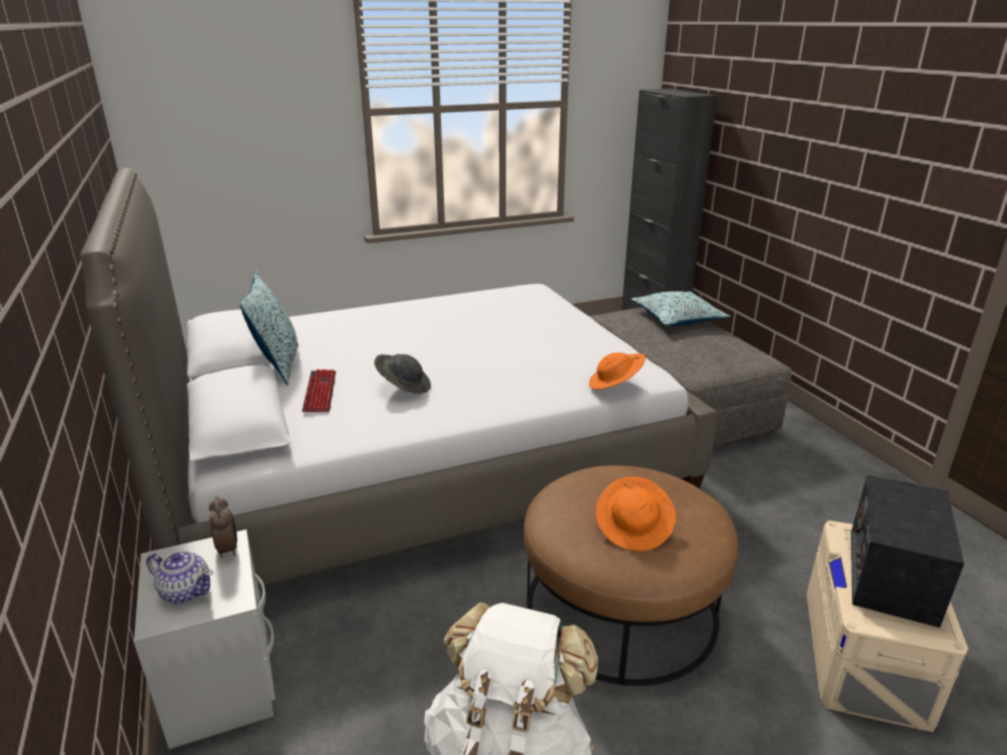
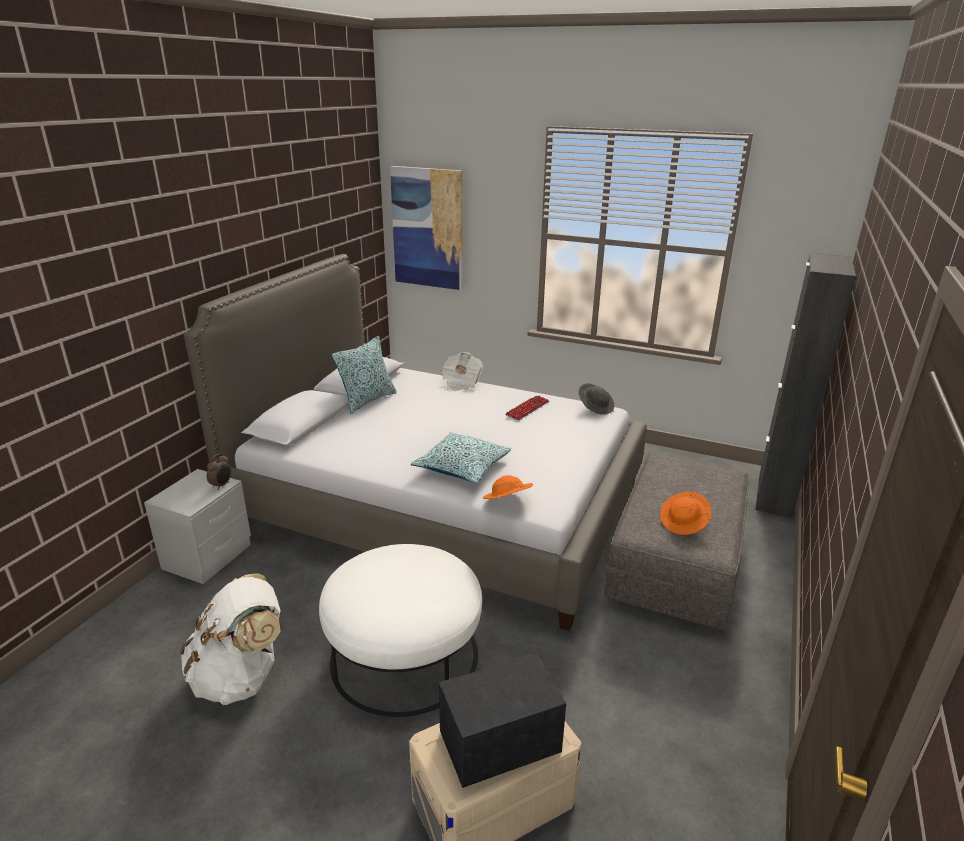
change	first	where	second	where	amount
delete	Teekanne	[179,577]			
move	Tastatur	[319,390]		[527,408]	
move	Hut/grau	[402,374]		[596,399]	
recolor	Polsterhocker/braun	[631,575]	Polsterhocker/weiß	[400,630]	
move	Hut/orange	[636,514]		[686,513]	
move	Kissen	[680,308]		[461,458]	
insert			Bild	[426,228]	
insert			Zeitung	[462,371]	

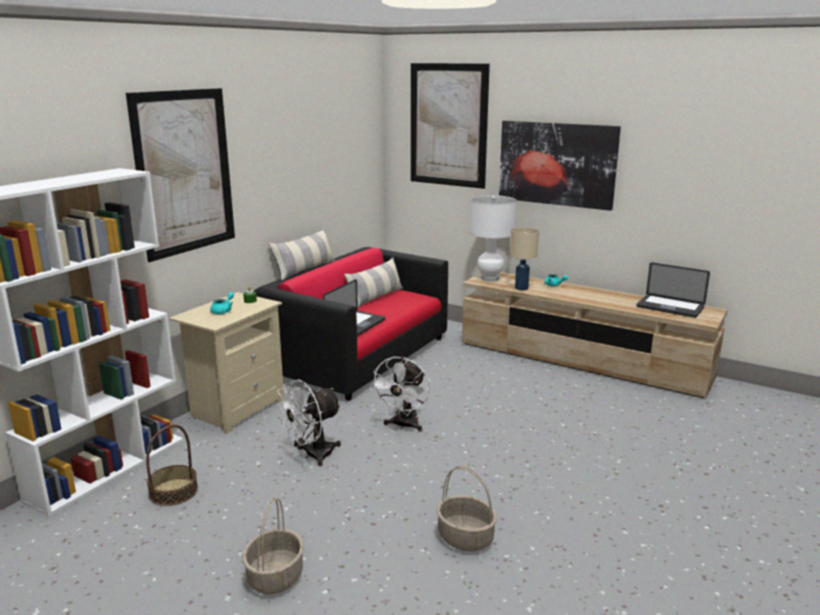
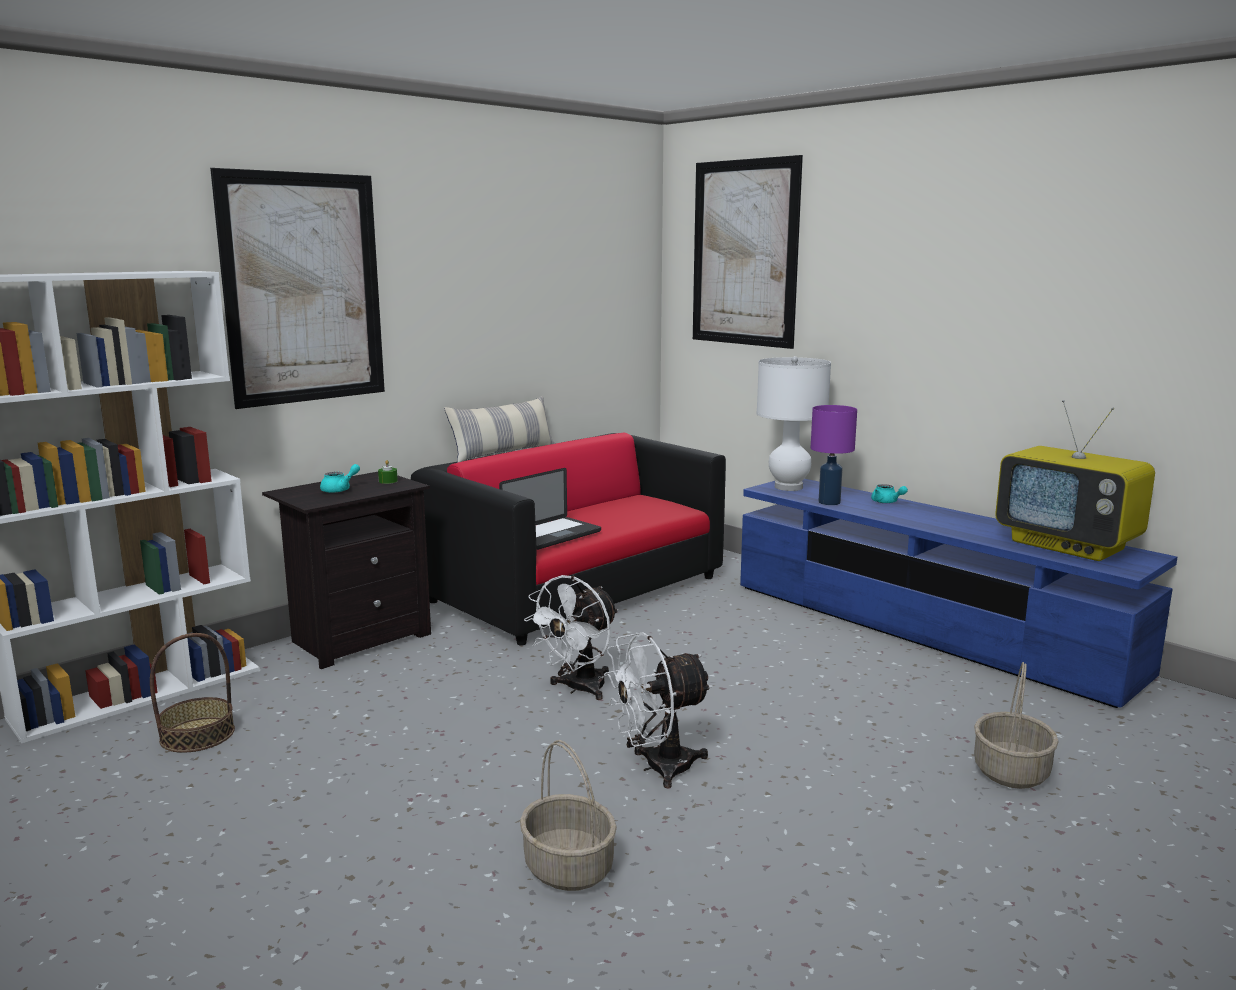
change	first	where	second	where	amount
recolor	Nachttisch/beige	[226,363]	Nachttisch/schwarz	[346,570]	
move	Korb	[273,546]		[1016,725]	
move	Ventilator/weiß	[309,423]		[658,710]	
delete	Kissen	[373,282]			
recolor	Fernsehschrank/beige	[595,335]	Fernsehschrank/blau	[958,593]	
delete	Bild	[560,166]			
recolor	Tischlampe/beige	[524,258]	Tischlampe/lila	[834,455]	
replace	Laptop	[673,290]	Fernseher	[1075,480]	

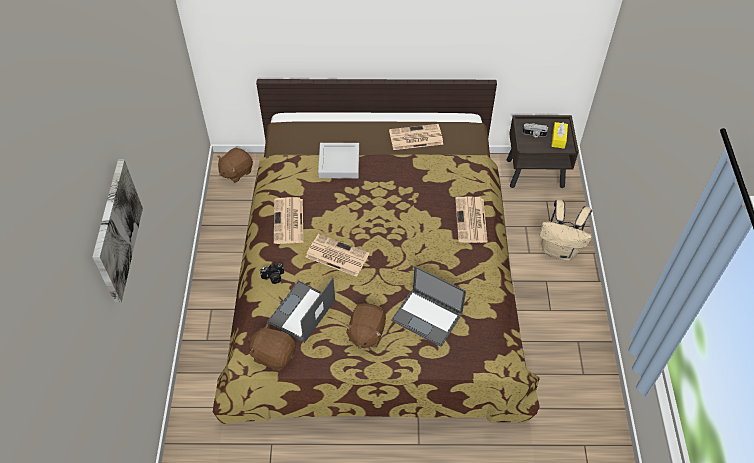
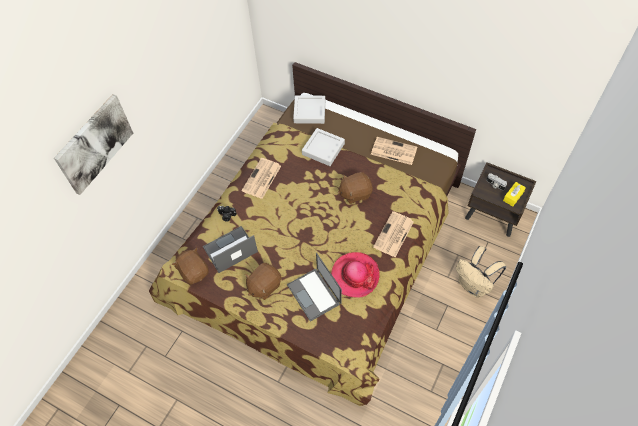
change	first	where	second	where	amount
move	Plüschtier/braun	[235,165]		[355,188]	
delete	Zeitung	[337,255]			
insert			Tablett/grau	[309,109]	
insert			Hut	[355,275]	

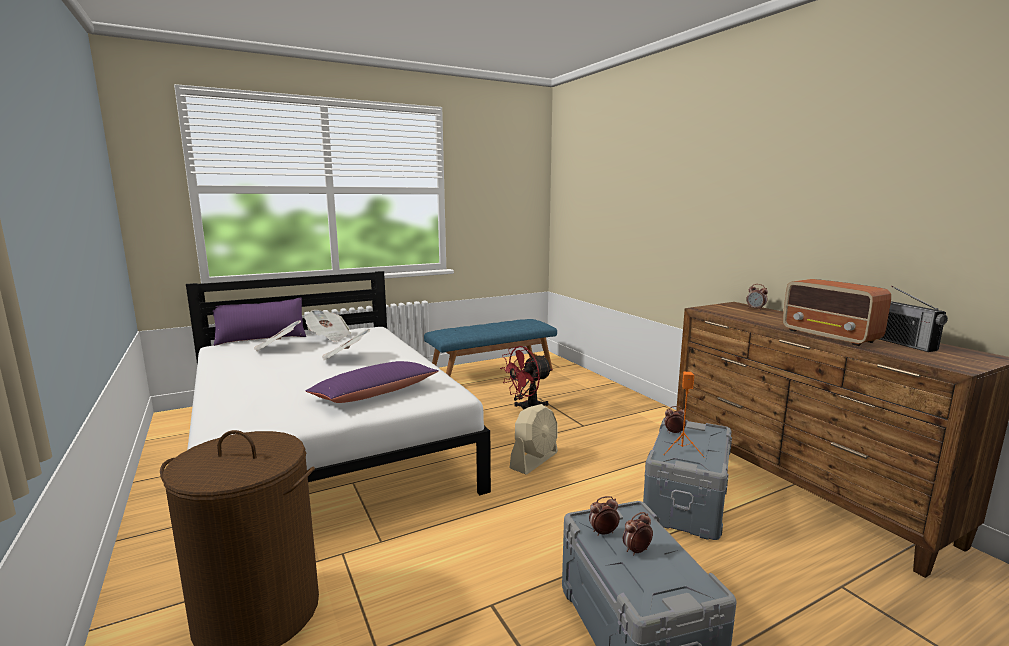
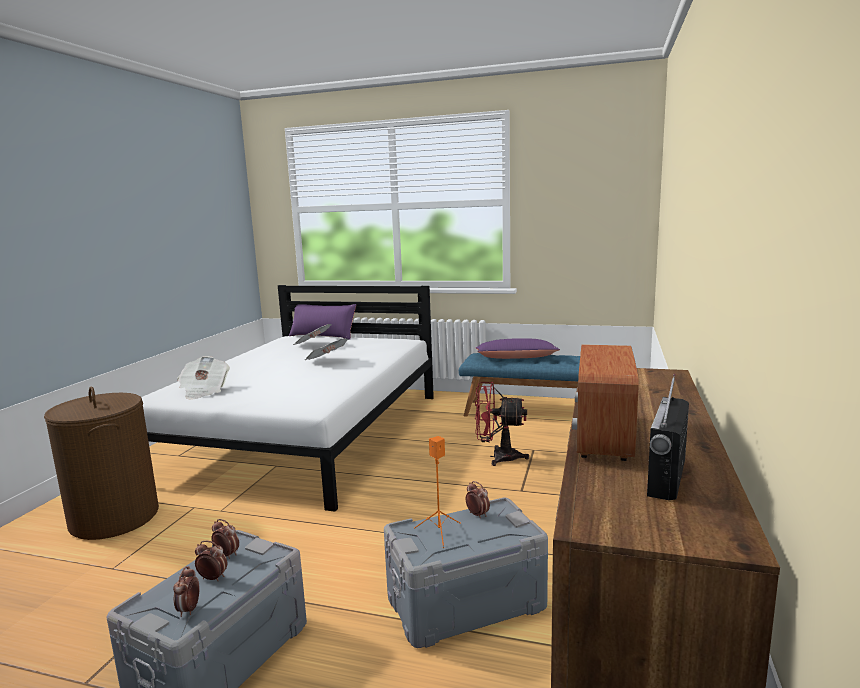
change	first	where	second	where	amount
move	Zeitung	[327,326]		[203,378]	
move	Kissen/lila	[372,382]		[518,348]	
delete	Ventilator/beige	[534,439]			
move	Wecker	[757,297]		[186,591]	

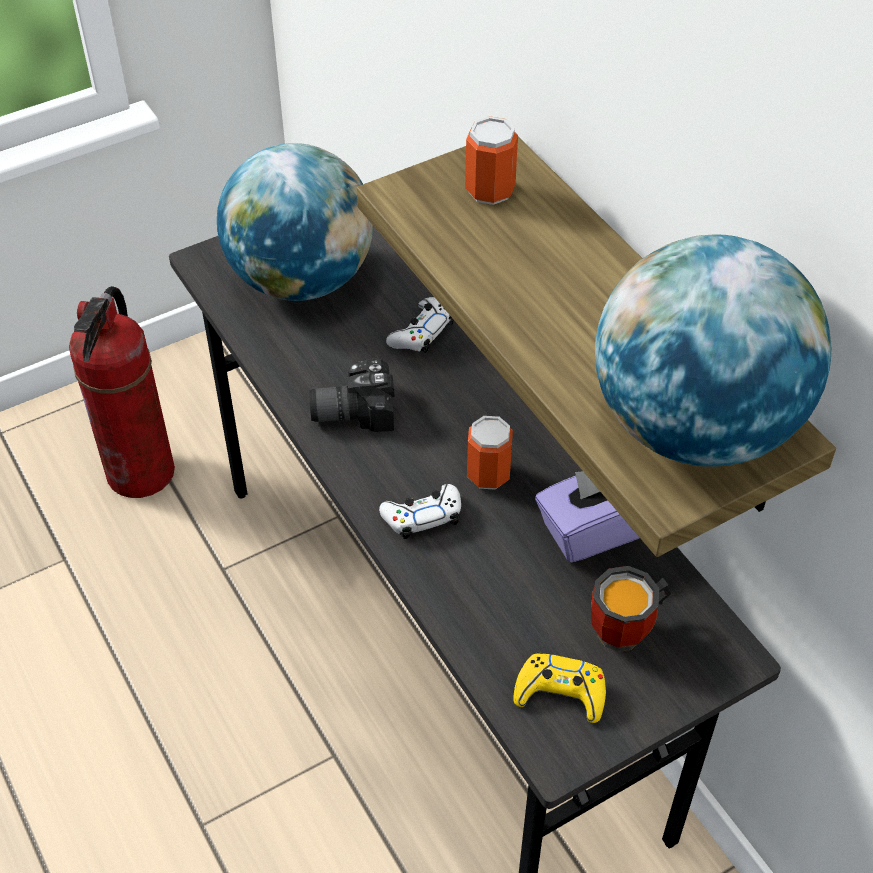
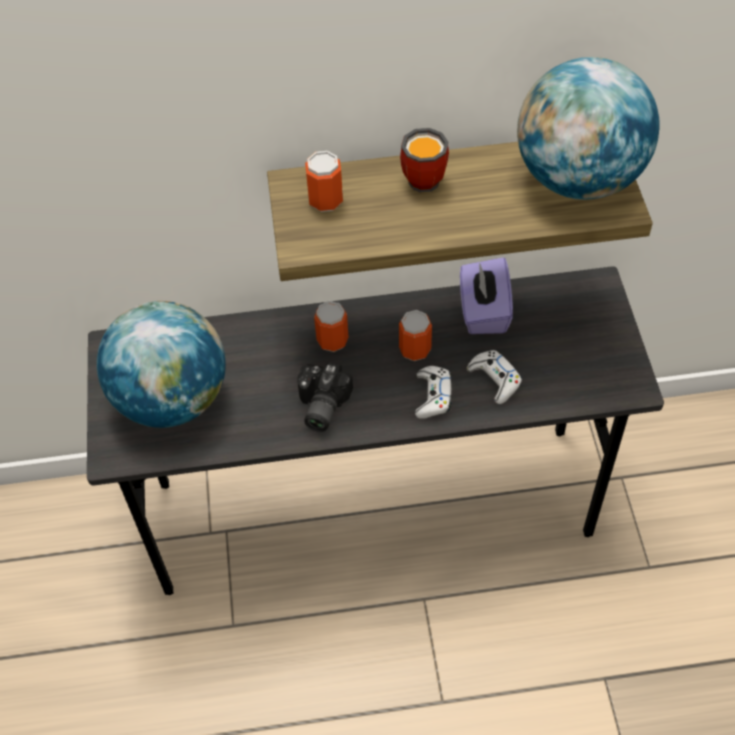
change	first	where	second	where	amount
delete	Feuerlöscher	[122,392]			
move	Gamepad/weiß	[420,325]		[494,377]	
delete	Gamepad/gelb	[559,687]			
move	Henkelbecher	[631,609]		[424,160]	
insert			Dose	[331,326]	

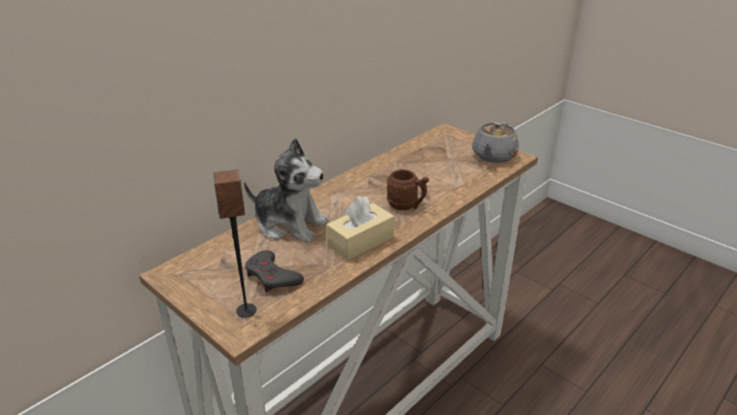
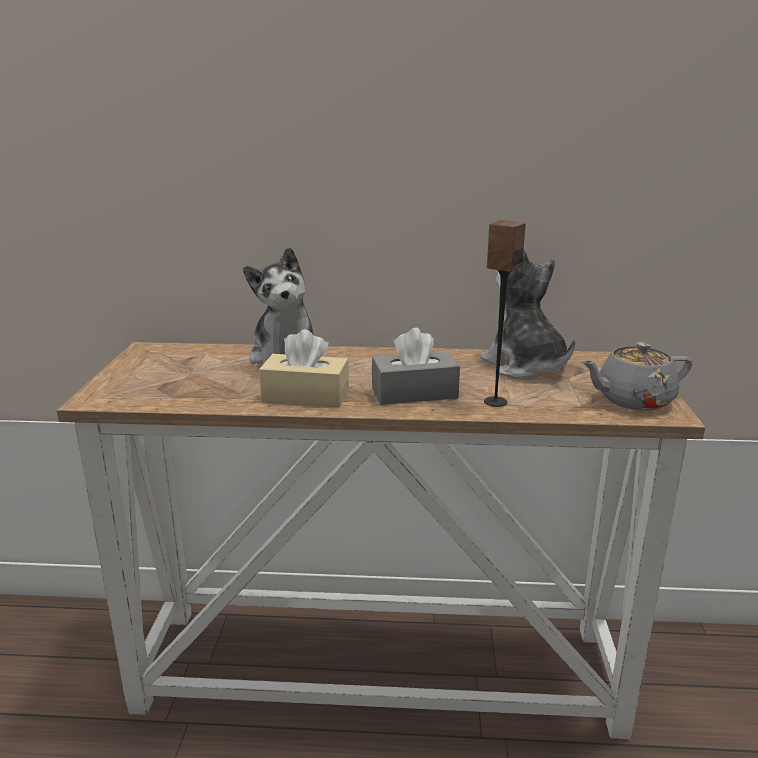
change	first	where	second	where	amount
move	Lautsprecher	[235,243]		[505,313]	
delete	Gamepad/grau	[274,271]			
replace	Henkelbecher/braun	[408,189]	Taschentuchbox/grau	[416,366]	
insert			Plüschtier	[527,315]	

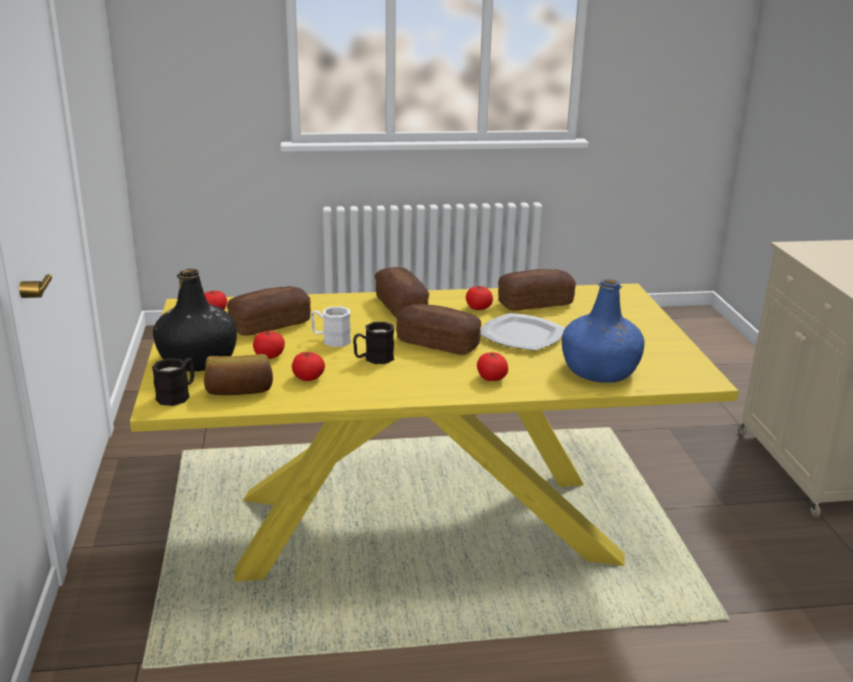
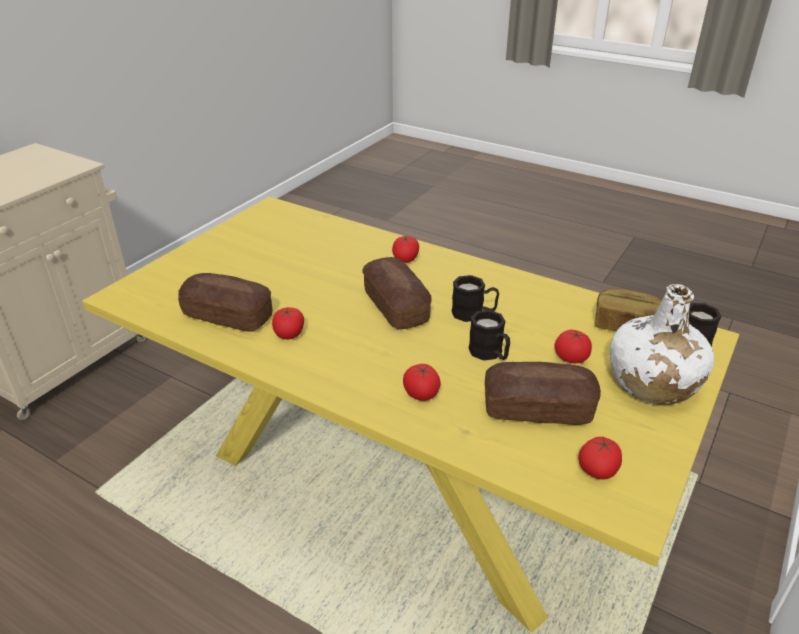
change	first	where	second	where	amount
recolor	Flasche/schwarz	[195,320]	Flasche/weiß	[662,344]	
move	Tomate	[308,366]		[422,382]	
recolor	Henkelbecher/weiß	[331,326]	Henkelbecher/schwarz	[489,335]	
delete	Brot	[401,292]			
delete	Teller	[522,332]			
delete	Flasche/blau	[603,331]			

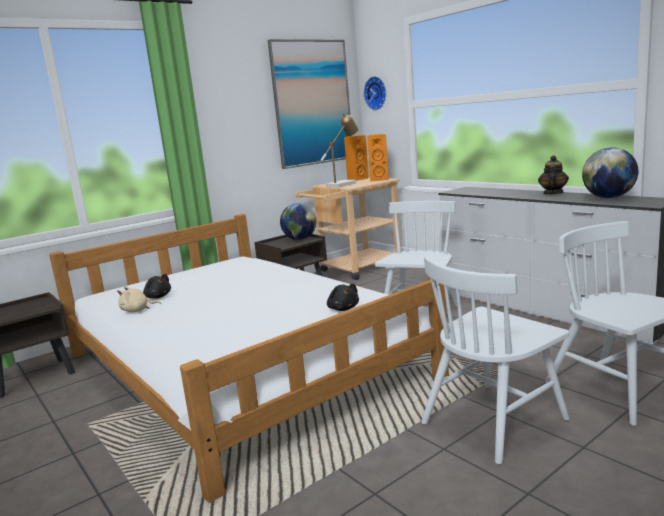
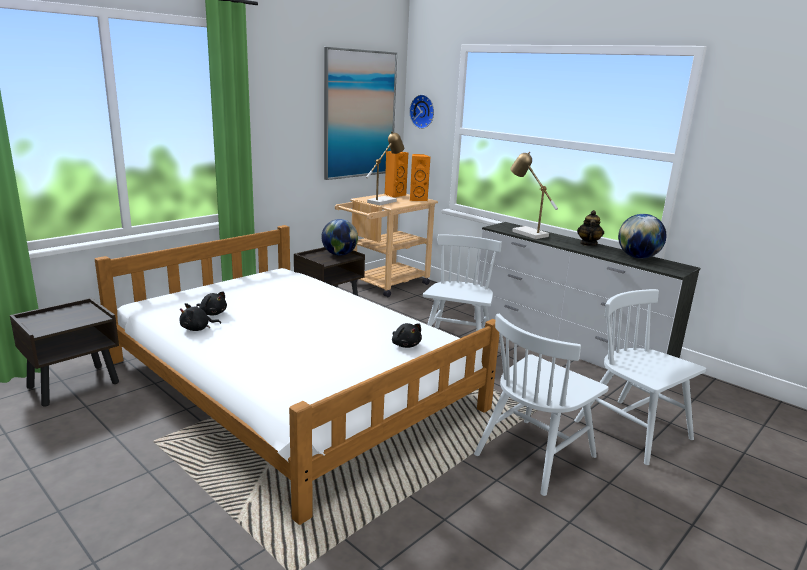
change	first	where	second	where	amount
recolor	Plüschtier/beige	[139,299]	Plüschtier/schwarz	[200,317]	
insert			Tischlampe	[534,195]	

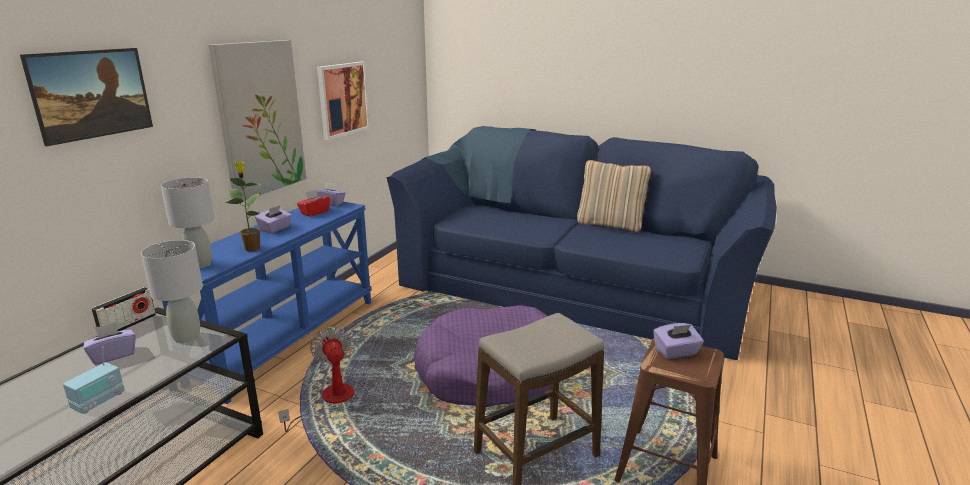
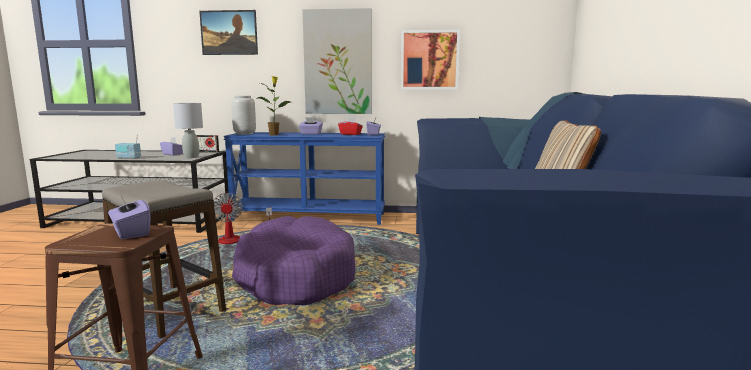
change	first	where	second	where	amount
replace	Tischlampe/grau	[188,222]	Vase/grau	[243,115]	
rotate	Ventilator	[316,379]		[242,218]	120 degrees clockwise

